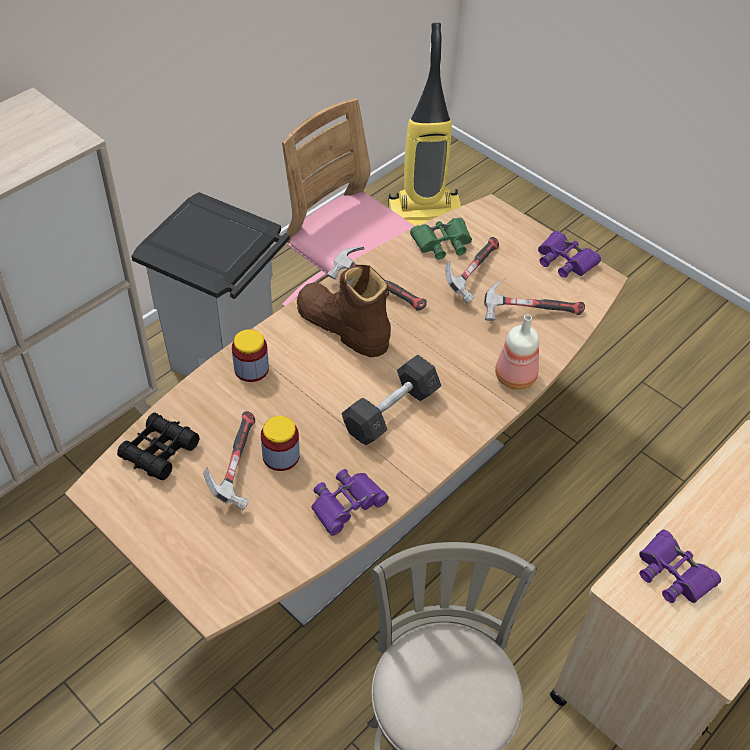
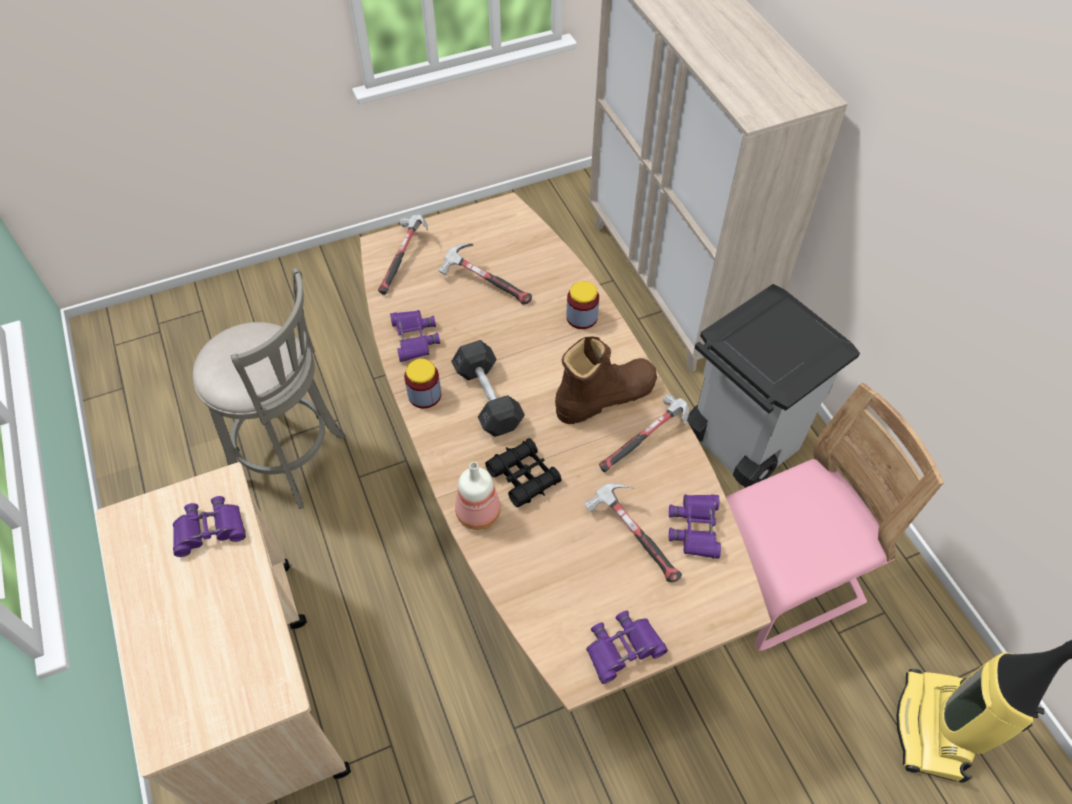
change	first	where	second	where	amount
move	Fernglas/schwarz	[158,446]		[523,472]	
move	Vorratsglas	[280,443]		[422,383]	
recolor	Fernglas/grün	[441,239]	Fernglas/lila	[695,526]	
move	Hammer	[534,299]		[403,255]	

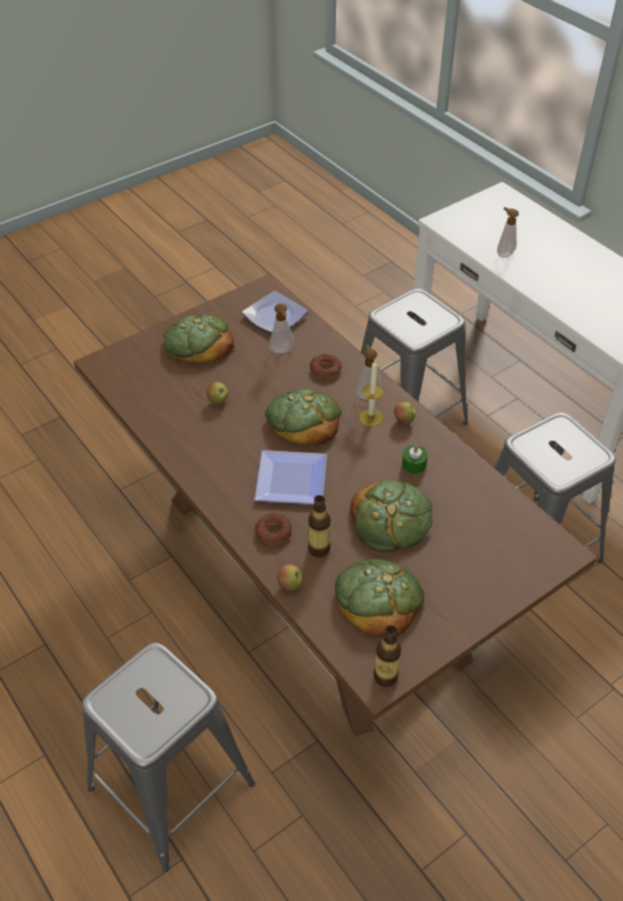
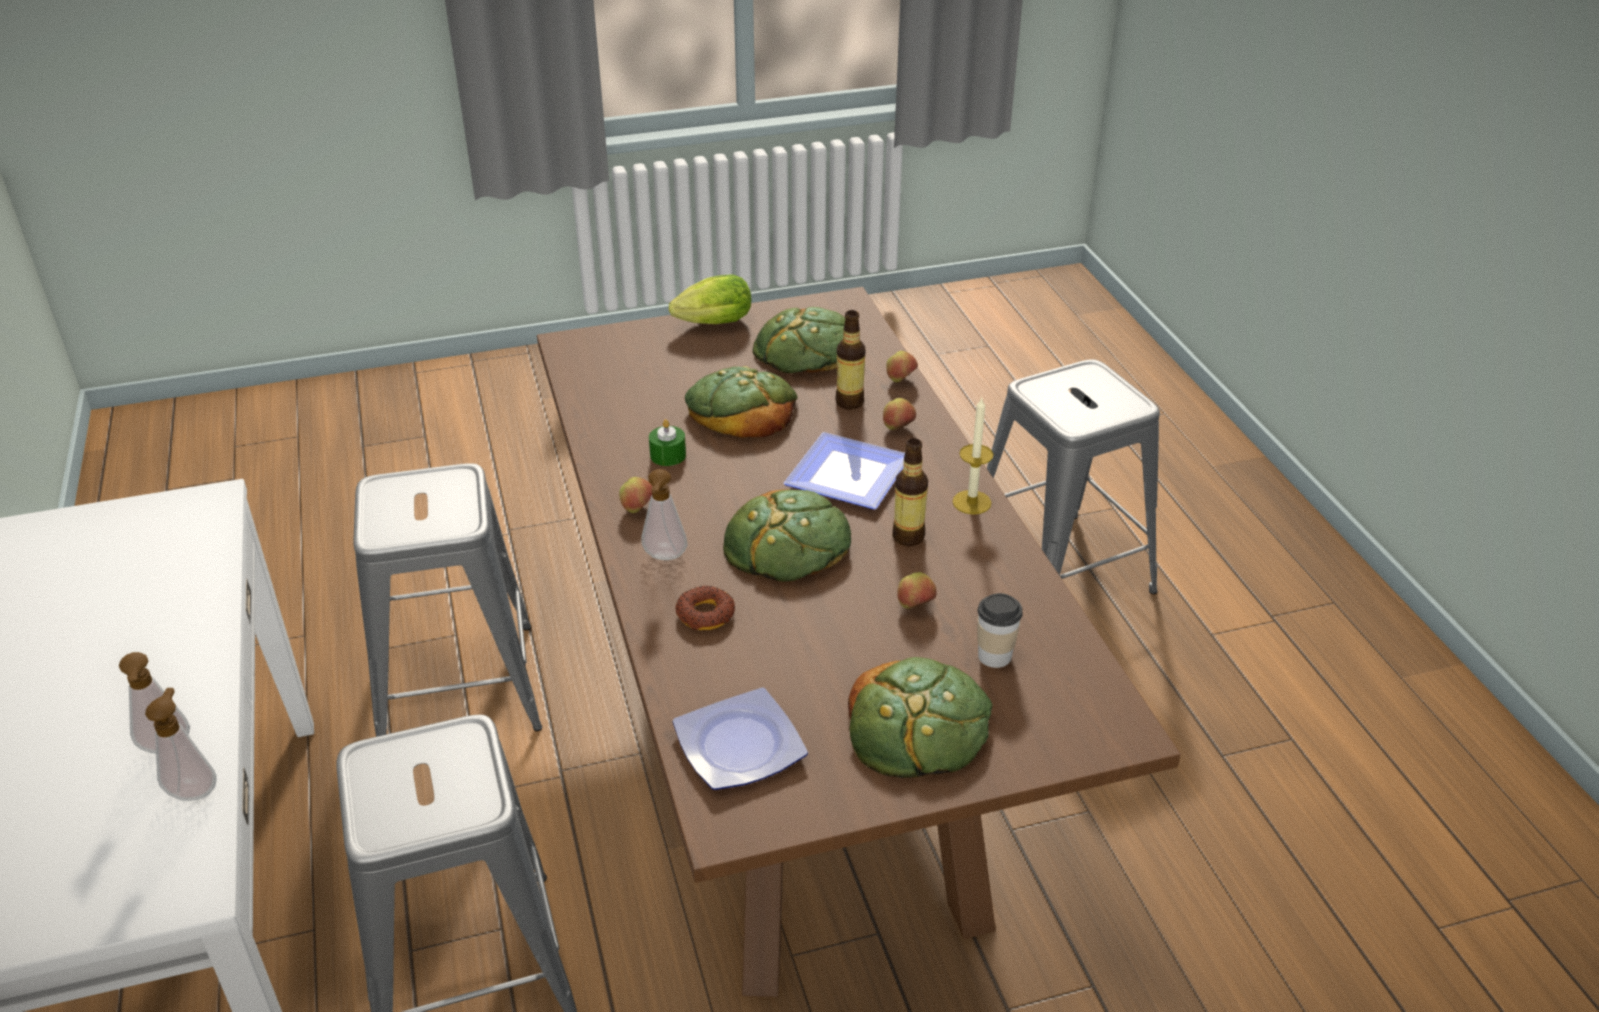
change	first	where	second	where	amount
replace	Donut	[273,528]	Apfel	[899,414]	
move	Seifenspender	[281,329]		[181,744]	
move	Kerze	[371,393]		[973,455]	
move	Flasche	[387,656]		[910,492]	
insert			Salatkopf	[710,299]	
insert			Tasse	[1000,630]	

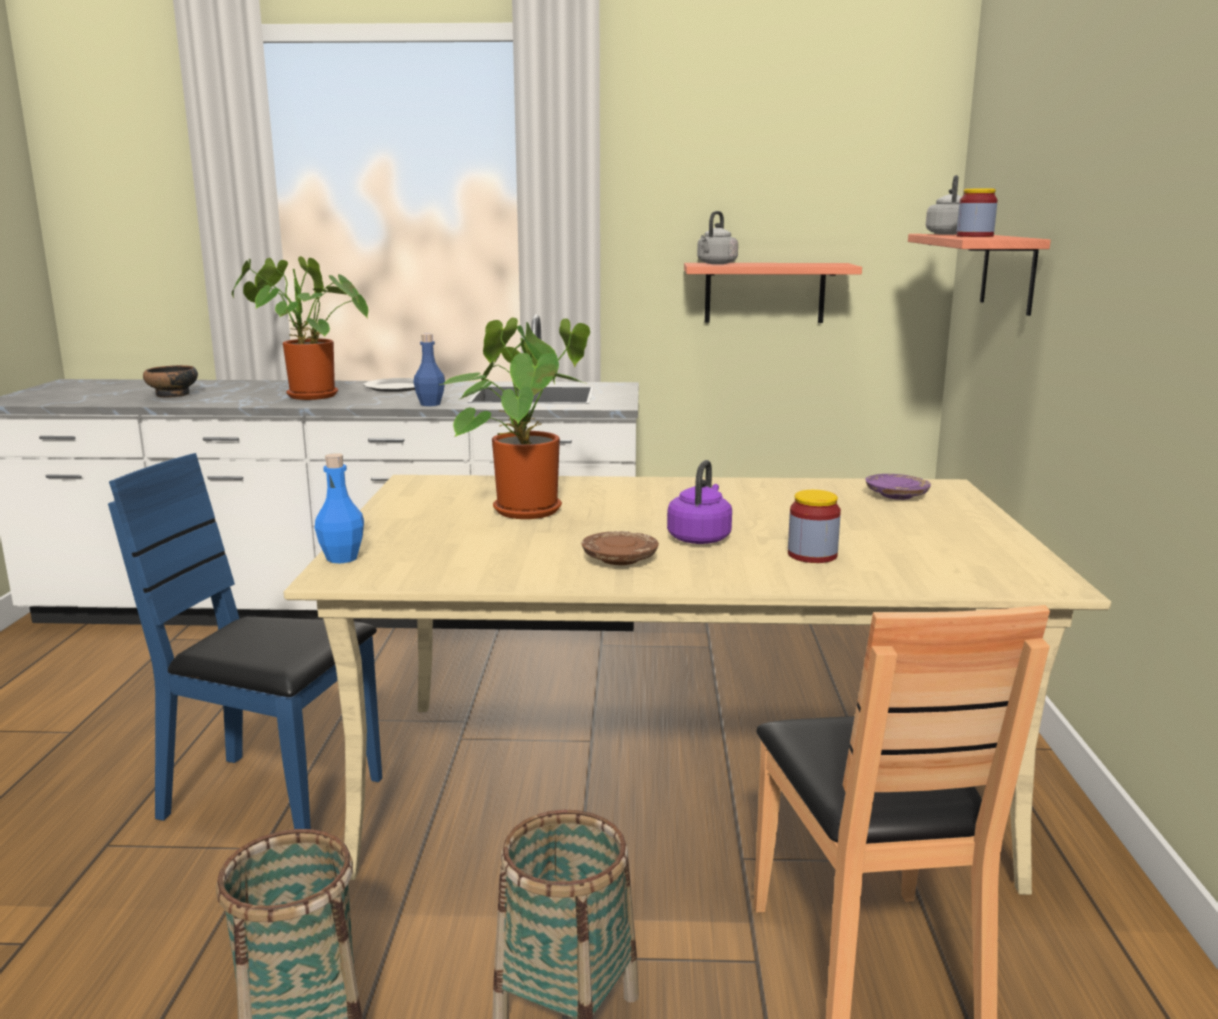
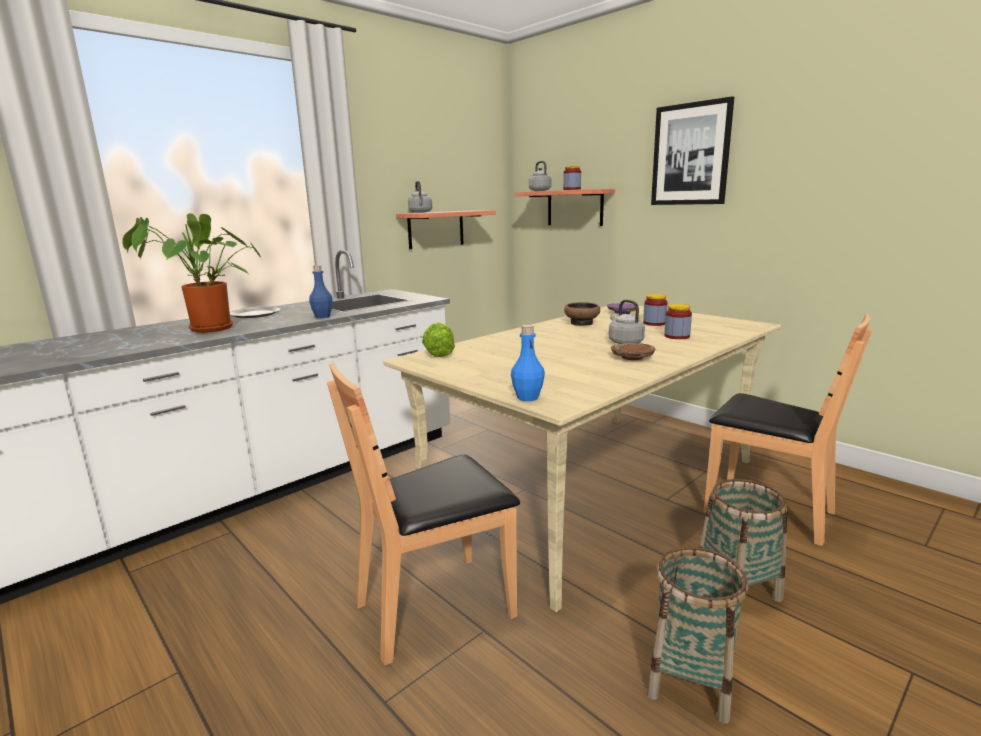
change	first	where	second	where	amount
recolor	Stuhl/blau	[245,641]	Stuhl/braun	[423,514]	
move	Schüssel	[170,381]		[582,314]	
delete	Topfpflanze	[514,418]			
recolor	Wasserkessel/lila	[699,502]	Wasserkessel/grau	[627,322]	
insert			Salatkopf	[438,339]	
insert			Vorratsglas	[655,310]	
insert			Bild	[692,150]	

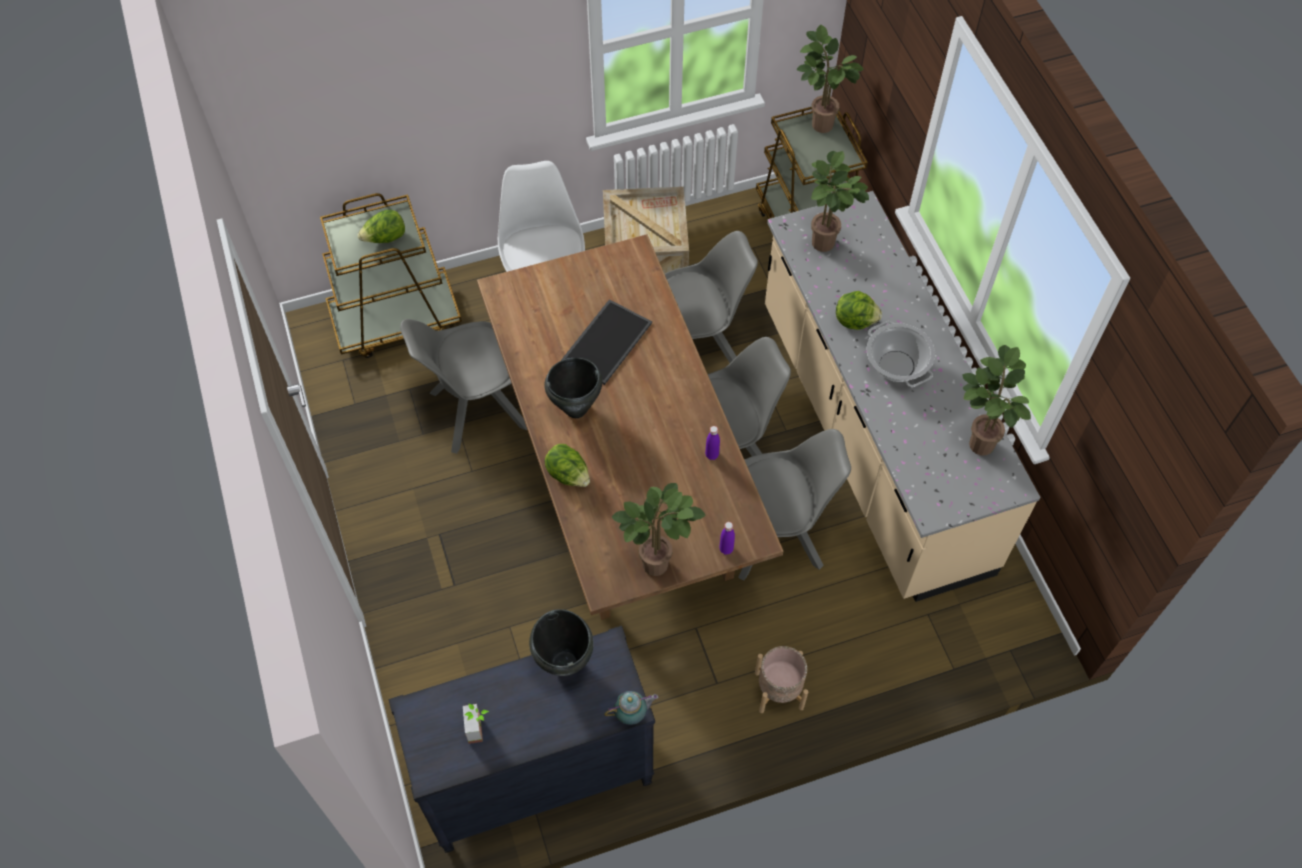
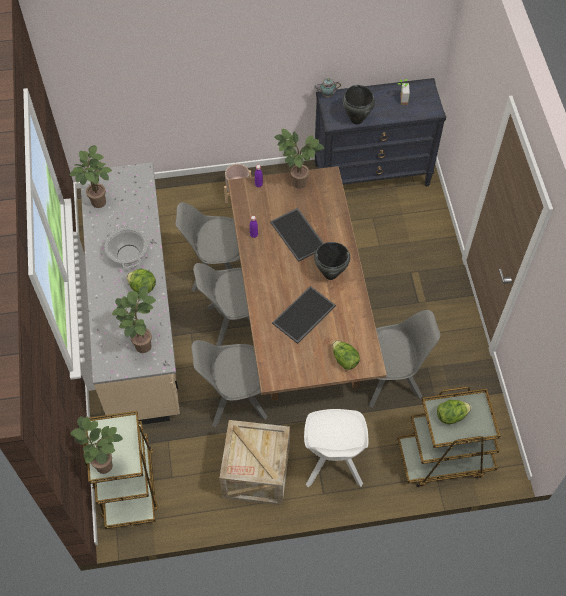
change	first	where	second	where	amount
move	Salatkopf	[567,465]		[346,355]	
insert			Tablett	[297,235]	

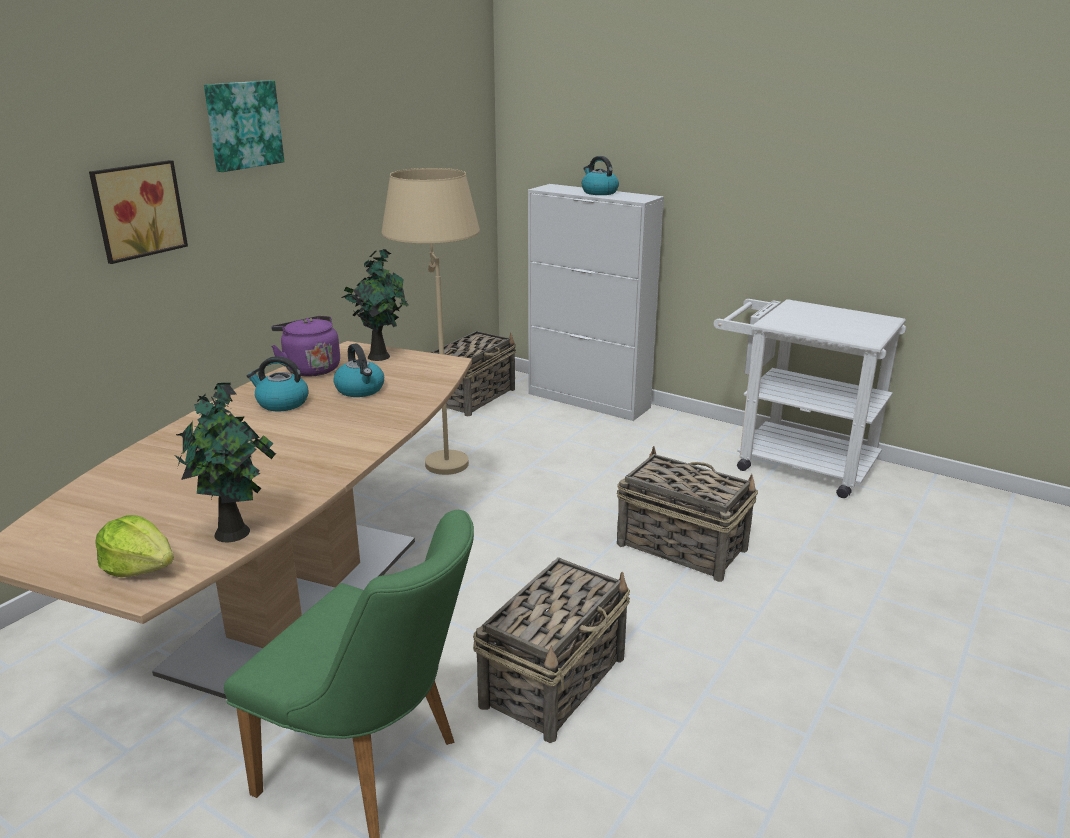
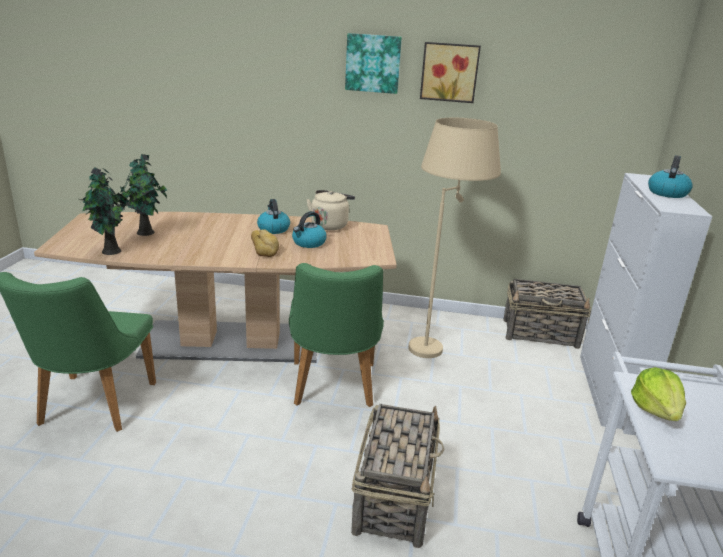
change	first	where	second	where	amount
move	Bild	[138,212]		[450,72]	
move	Salatkopf	[134,546]		[658,394]	
recolor	Wasserkessel/lila	[305,346]	Wasserkessel/beige	[330,210]	
move	Topfpflanze	[374,305]		[143,195]	
delete	Korb	[551,650]			
insert			Brot	[265,243]	
insert			Stuhl/grün	[336,335]	

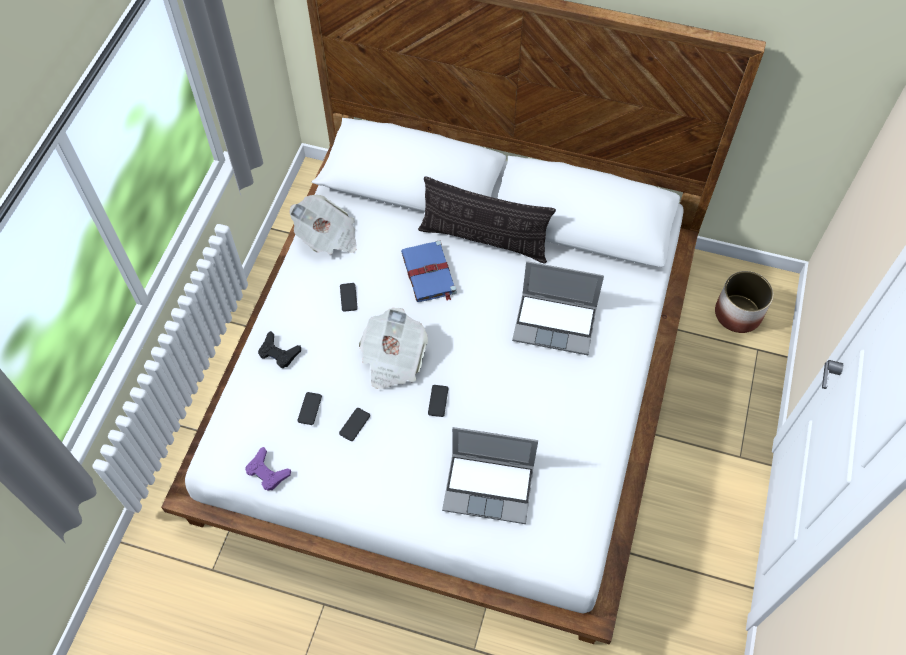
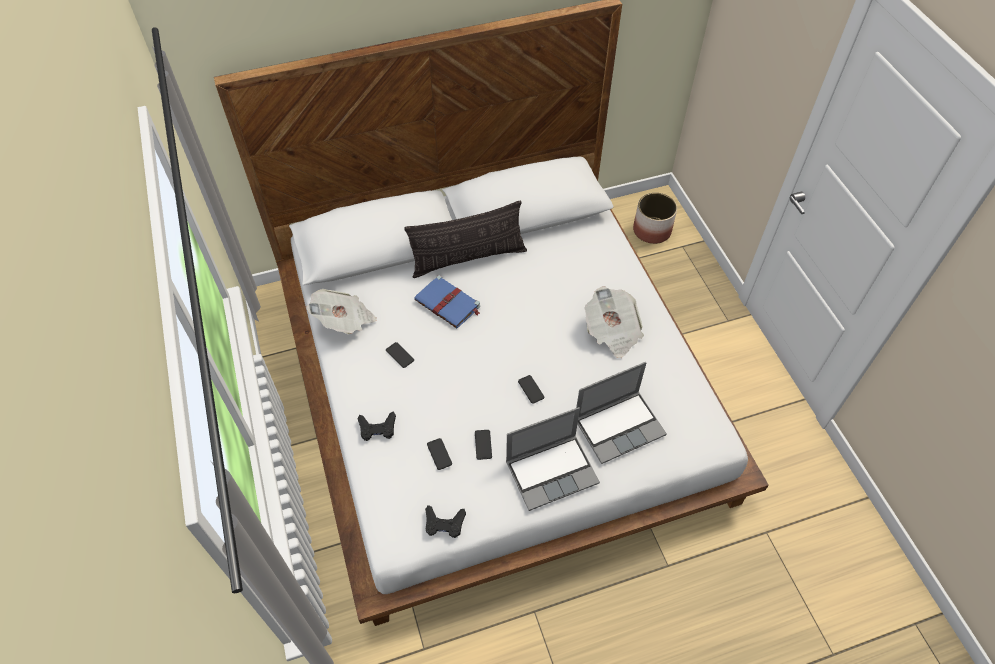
change	first	where	second	where	amount
recolor	Gamepad/lila	[268,469]	Gamepad/schwarz	[445,521]	
move	Zeitung	[393,348]		[614,322]	
move	Laptop	[558,308]		[553,459]	

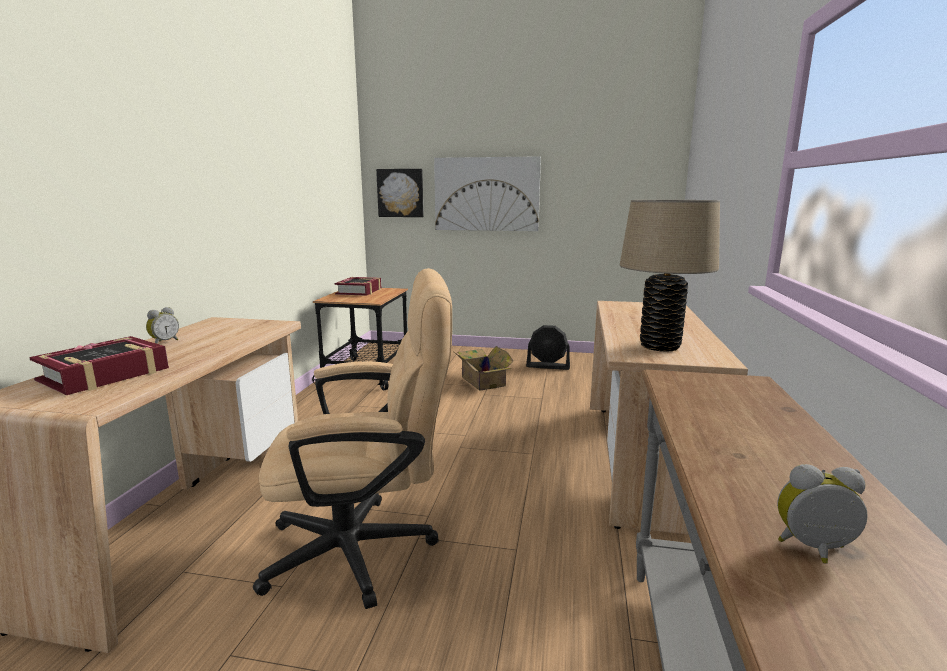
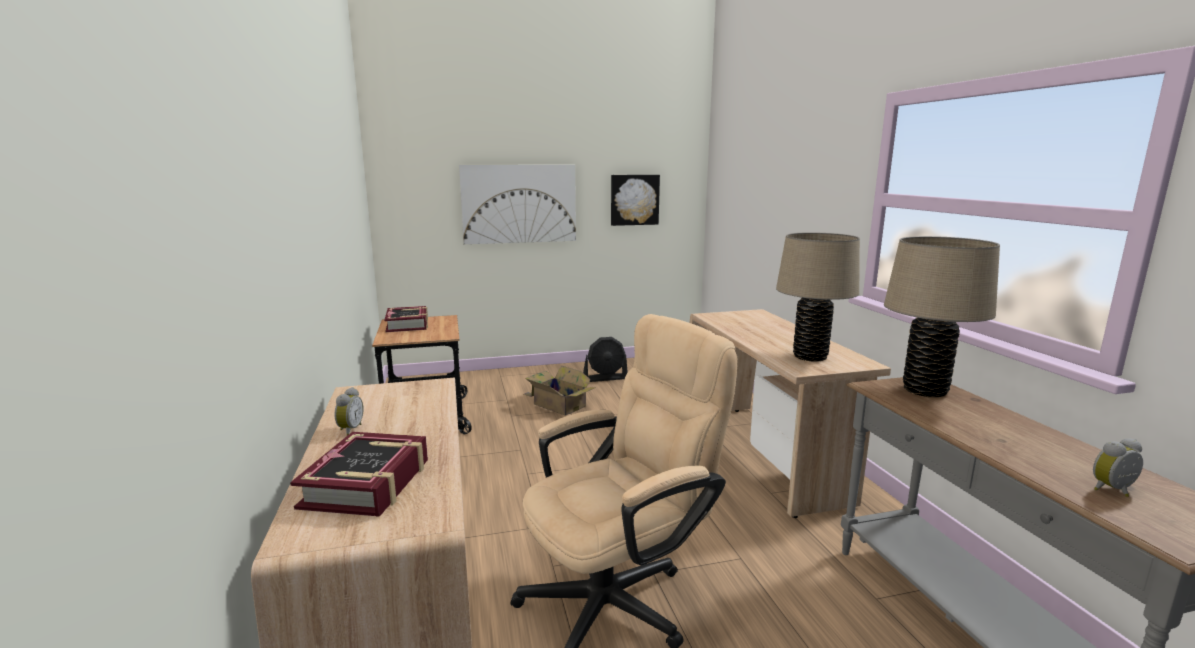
change	first	where	second	where	amount
move	Bild	[400,193]		[635,200]	
insert			Tischlampe/beige	[942,316]	

